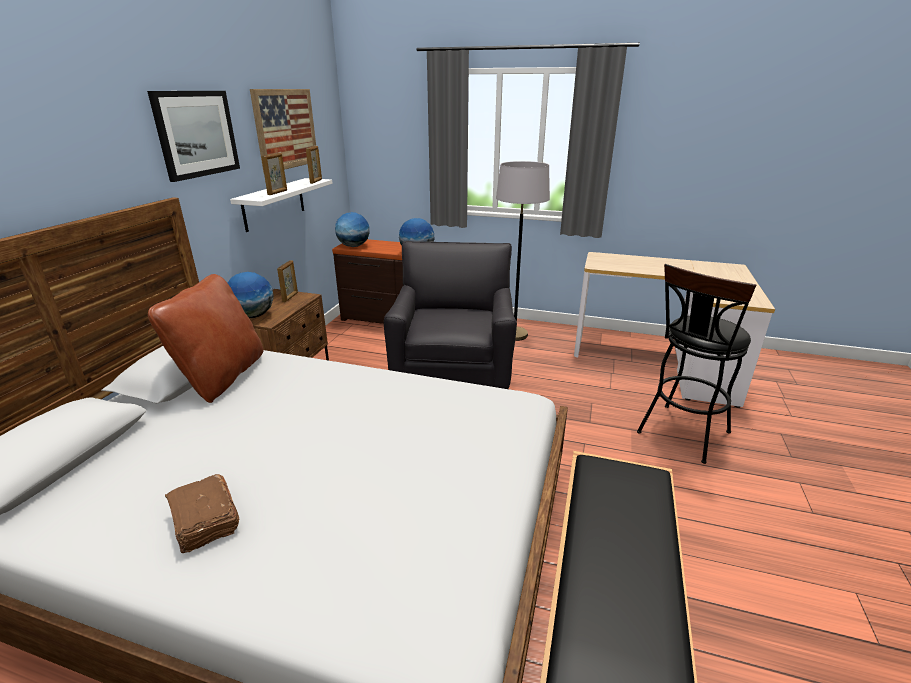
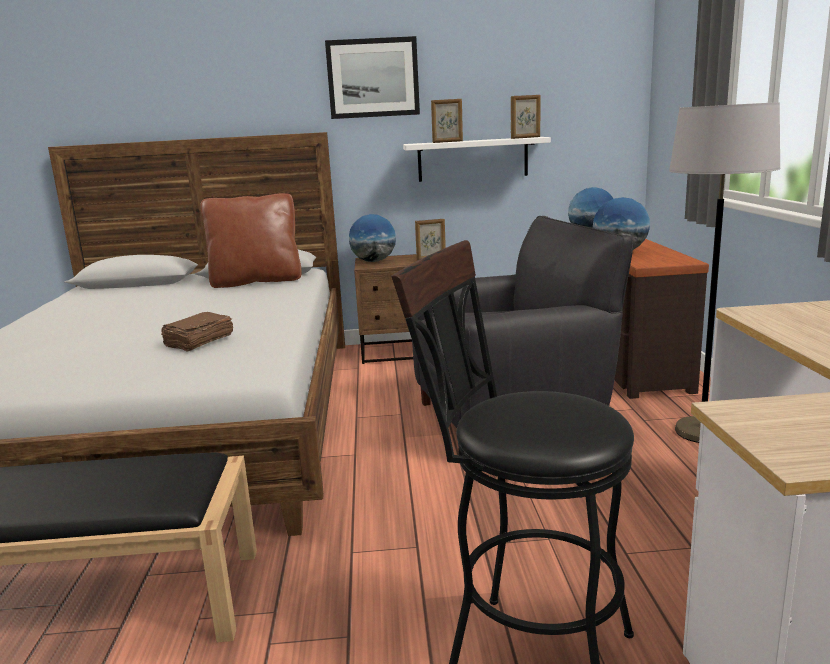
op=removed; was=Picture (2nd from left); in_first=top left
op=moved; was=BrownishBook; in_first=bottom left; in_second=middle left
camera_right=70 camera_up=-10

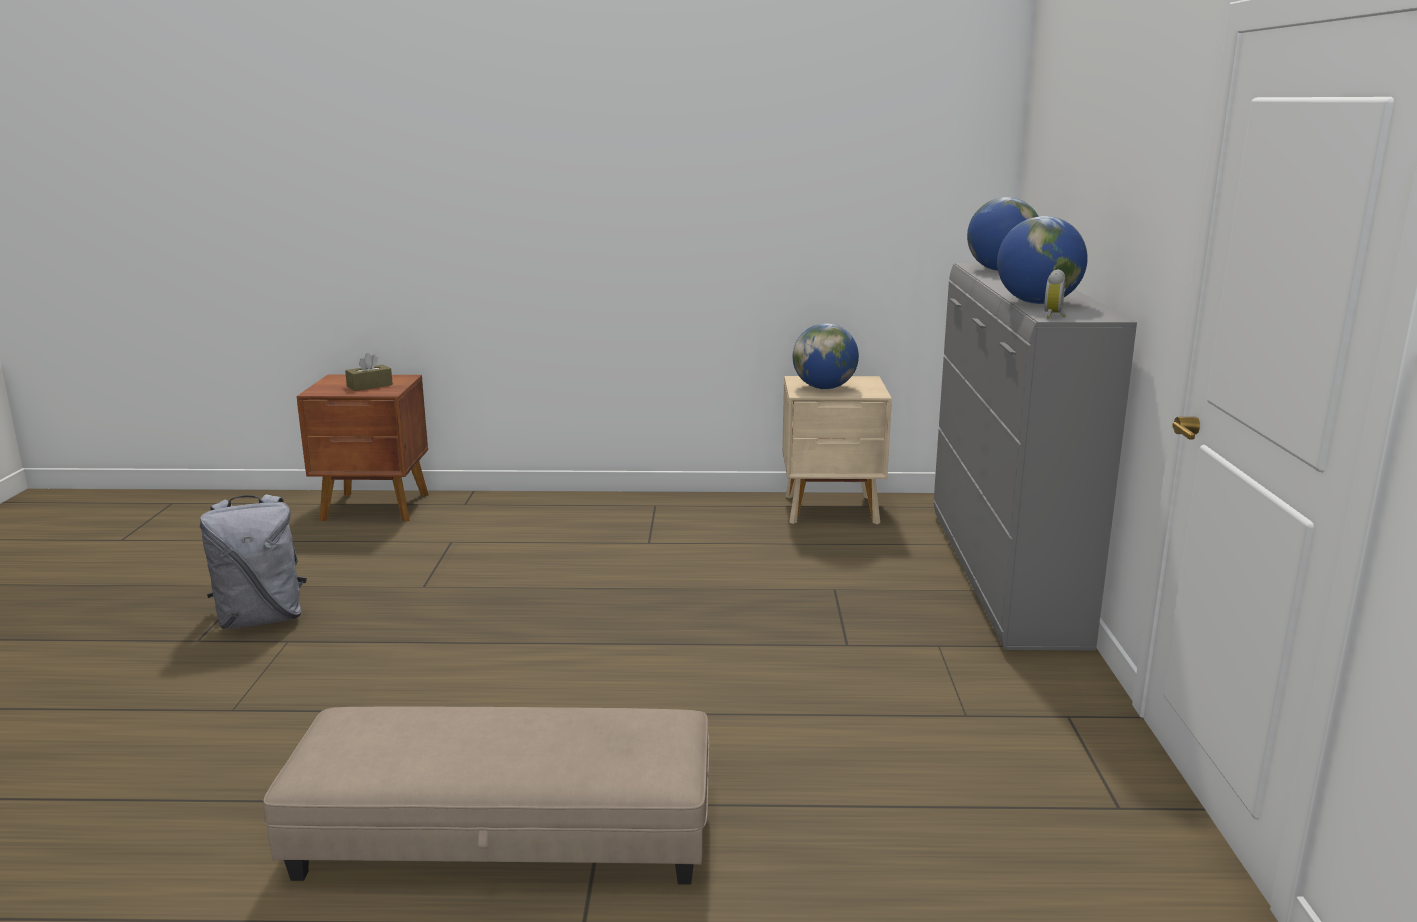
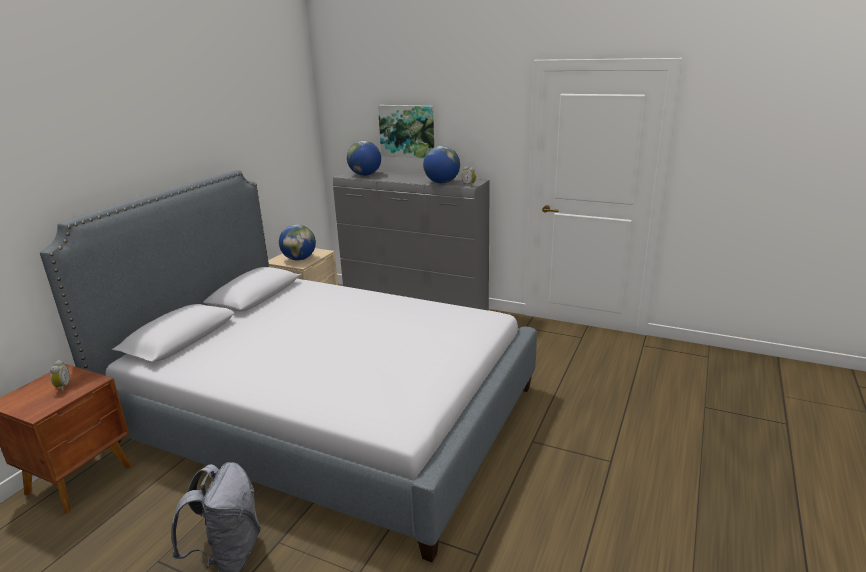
op=replaced; was=BrownishTissueBox; now=AlarmClock (1st from left); in_first=middle left; in_second=middle left
op=removed; was=BeigeColouredOttoman; in_first=bottom centre
op=added; now=Picture; in_second=top centre
op=added; now=Bed; in_second=middle left
camera_right=-65 camera_up=5

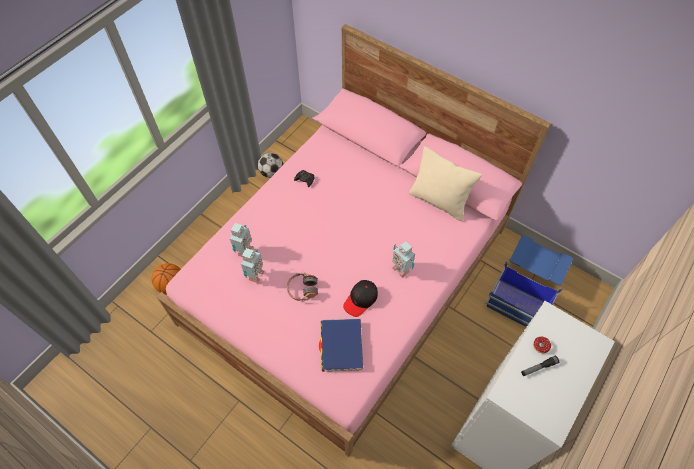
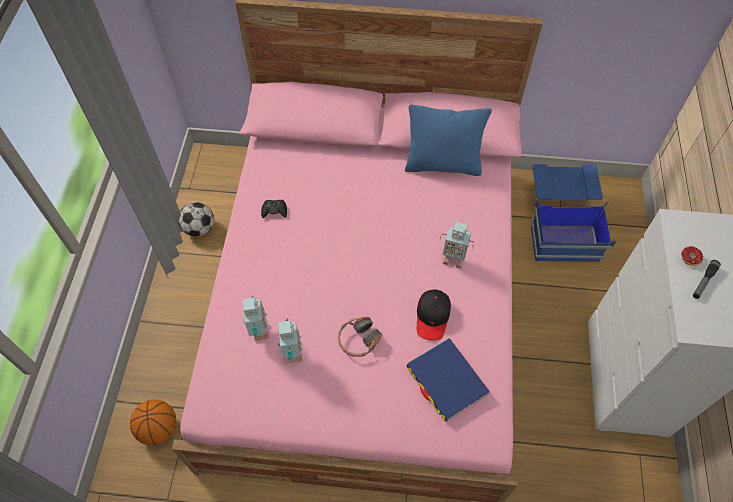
op=recoloured; was=BeigeColouredThrowPillow; now=BlueThrowPillow; in_first=centre; in_second=top centre
camera_right=-30 camera_up=0

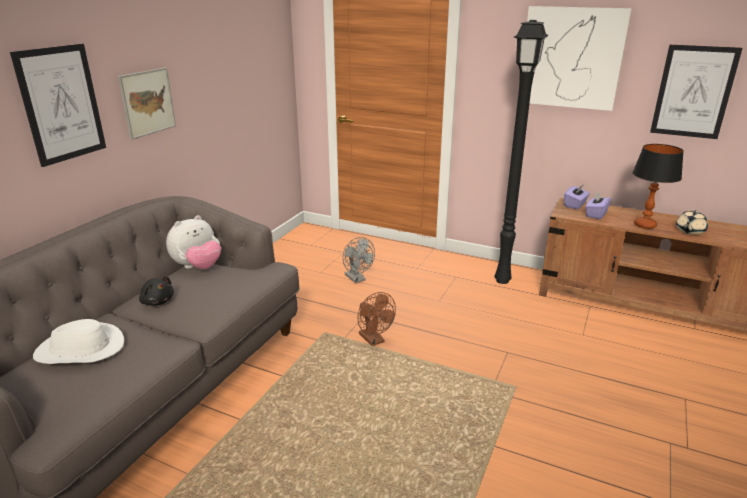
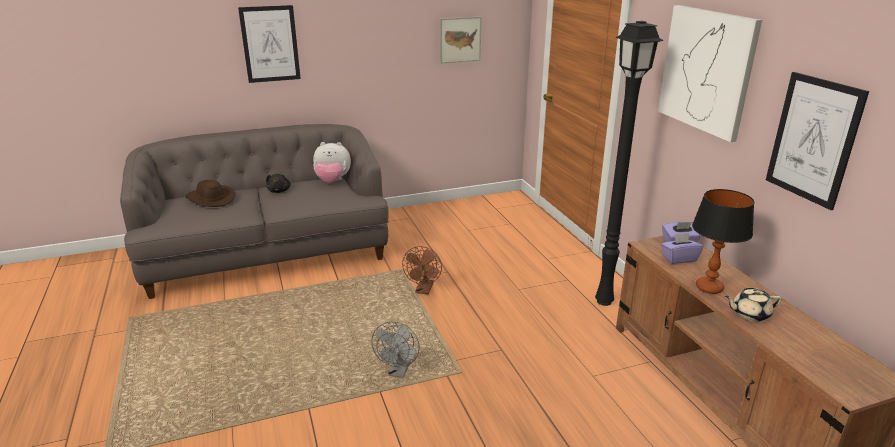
op=moved; was=Picture (2nd from left); in_first=top left; in_second=top centre
op=moved; was=GreyishFan; in_first=centre; in_second=bottom centre
op=recoloured; was=WhitishWearableHat; now=BrownishWearableHat; in_first=bottom left; in_second=middle left
camera_right=45 camera_up=0

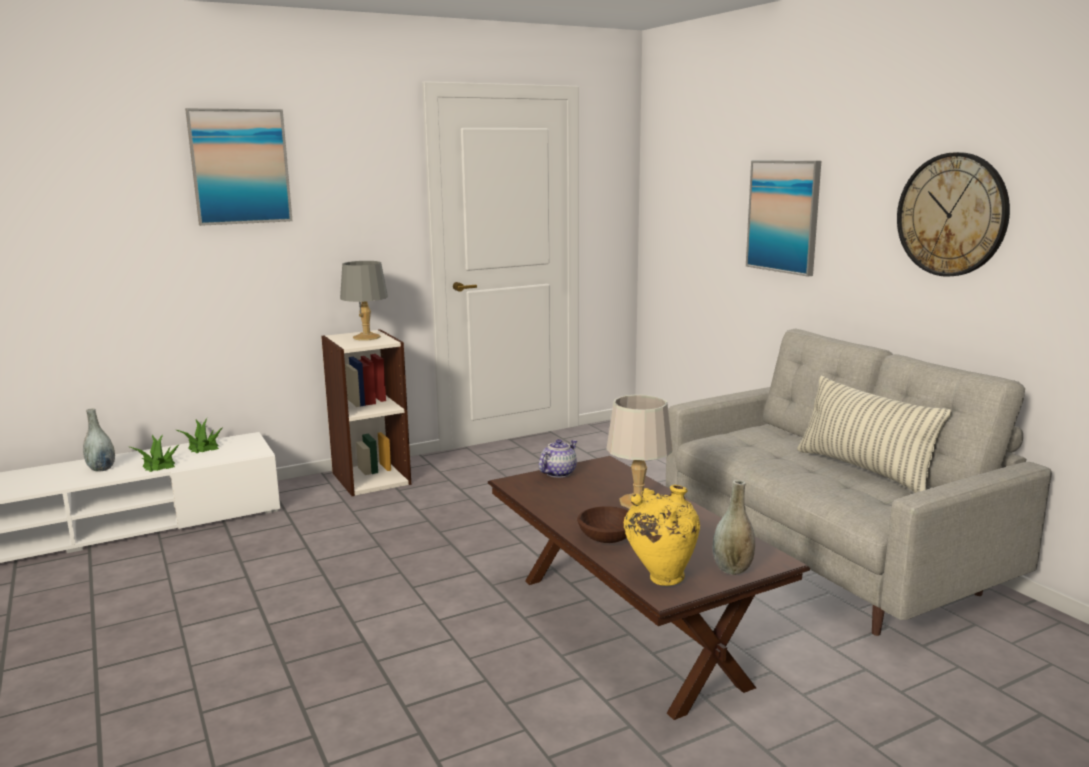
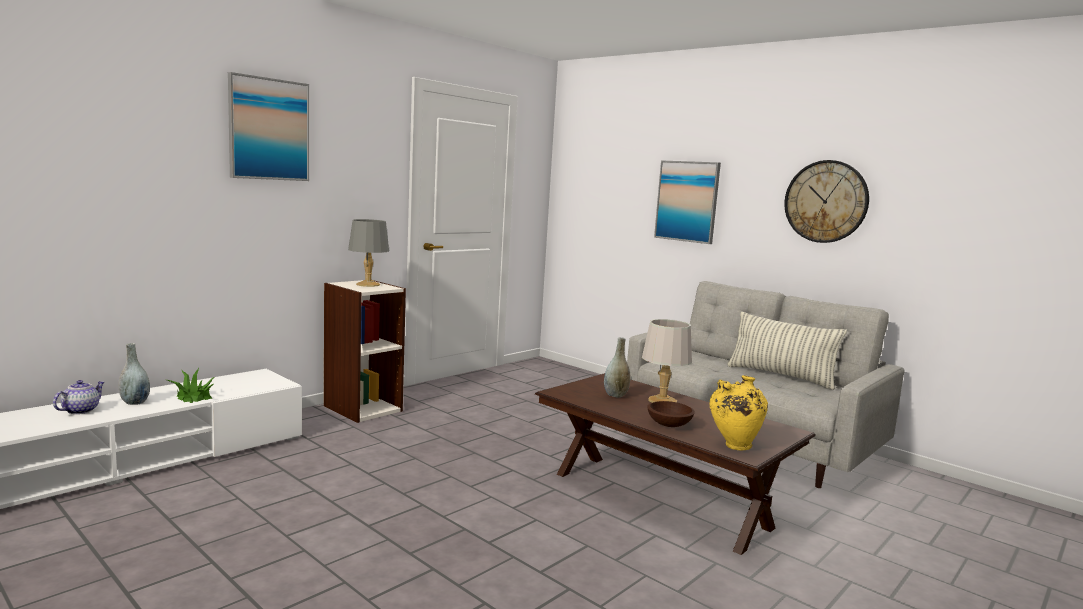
op=removed; was=PlantInAPot (2nd from left); in_first=middle left
op=moved; was=Teapot; in_first=centre; in_second=middle left
op=moved; was=GreyishDecorativeVase (2nd from left); in_first=bottom right; in_second=centre
camera_right=-20 camera_up=-5

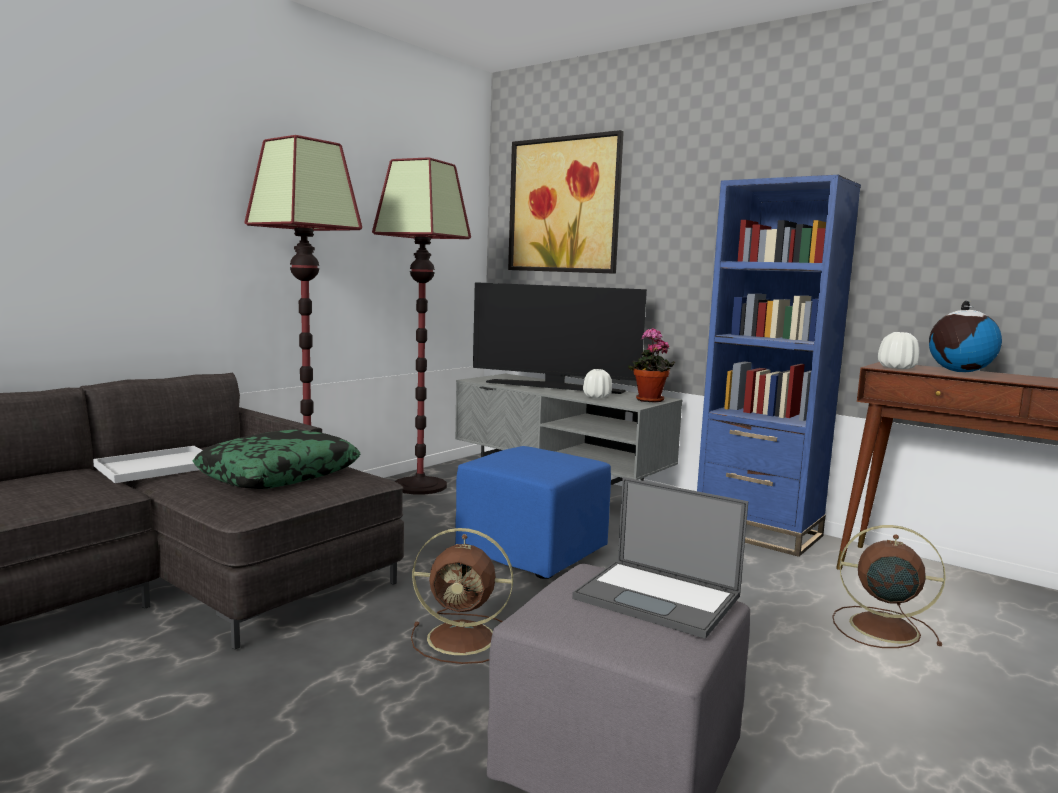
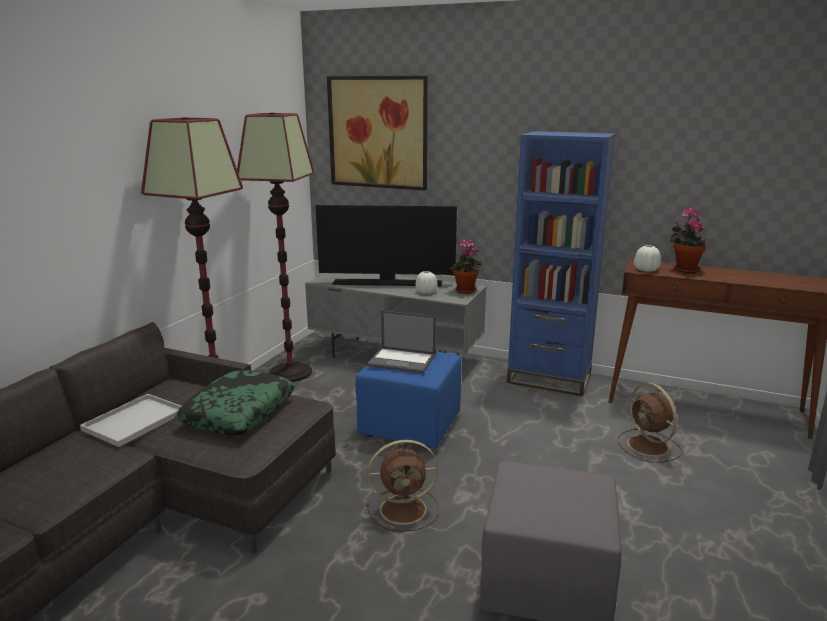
op=replaced; was=WorldGlobe; now=PlantInAPot (2nd from left); in_first=middle right; in_second=middle right
op=moved; was=PortableComputer; in_first=bottom centre; in_second=centre
op=turned; was=BrownishFan (2nd from left); in_first=bottom right; in_second=bottom right; clockwise=-120
camera_right=-15 camera_up=10

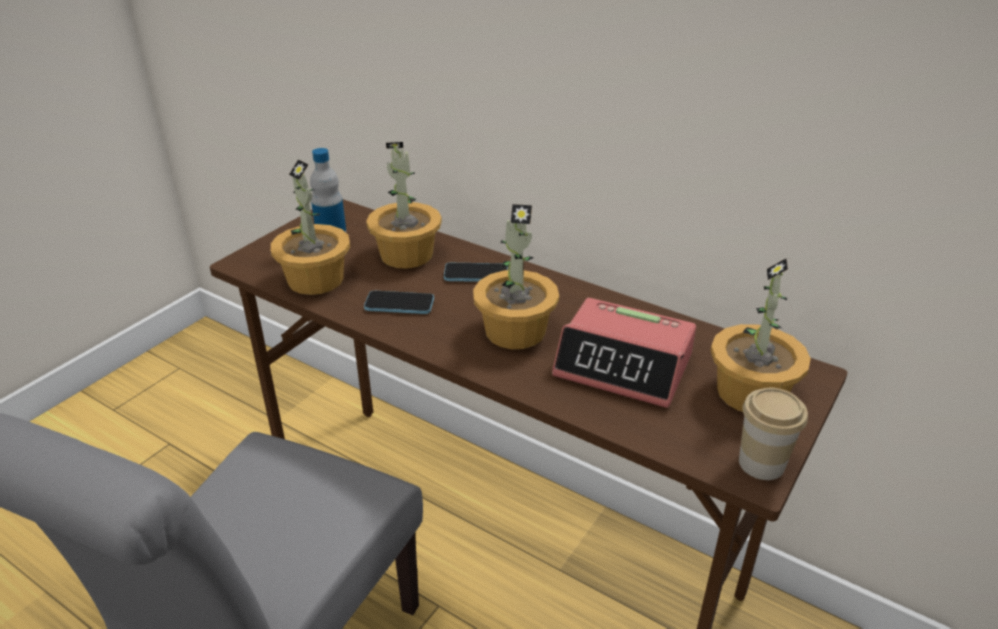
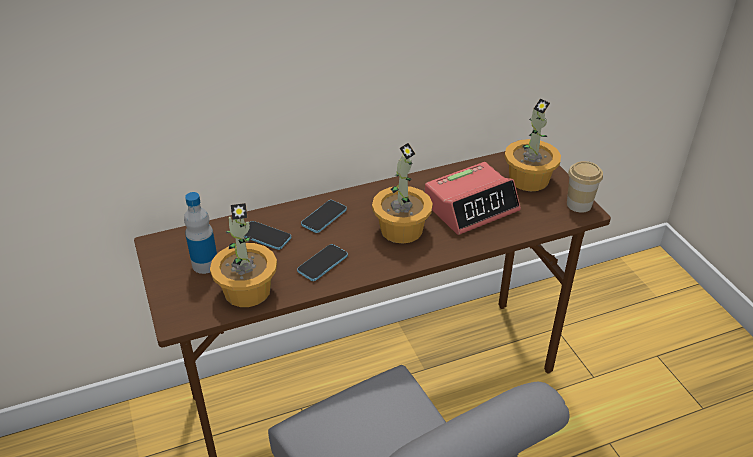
op=replaced; was=PlantInAPot (2nd from left); now=Phone (1st from left); in_first=top centre; in_second=centre
camera_right=-55 camera_up=5

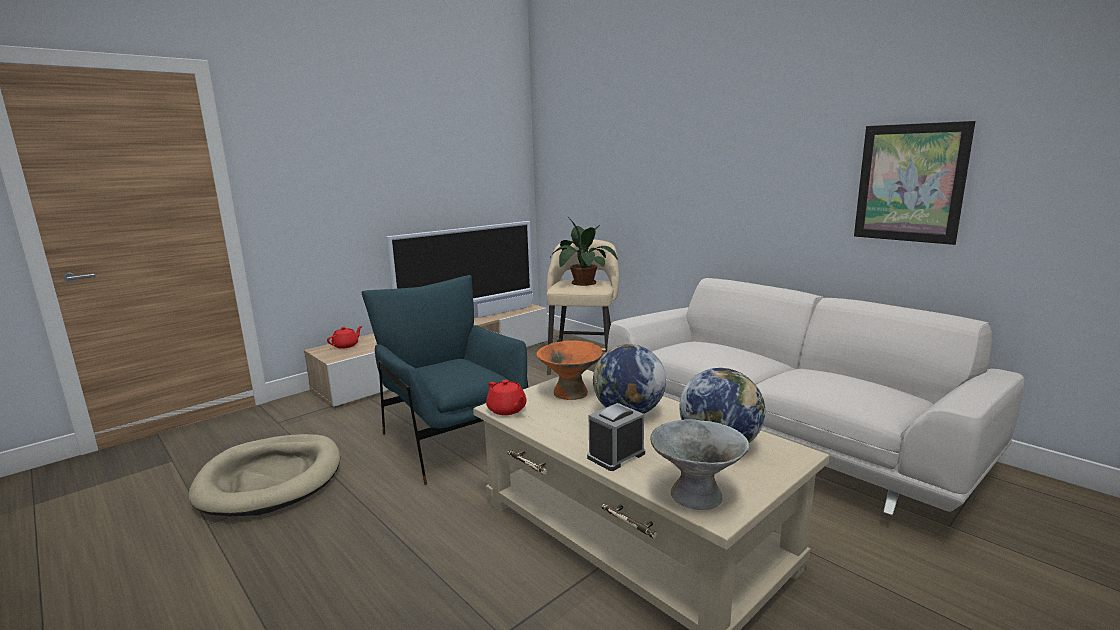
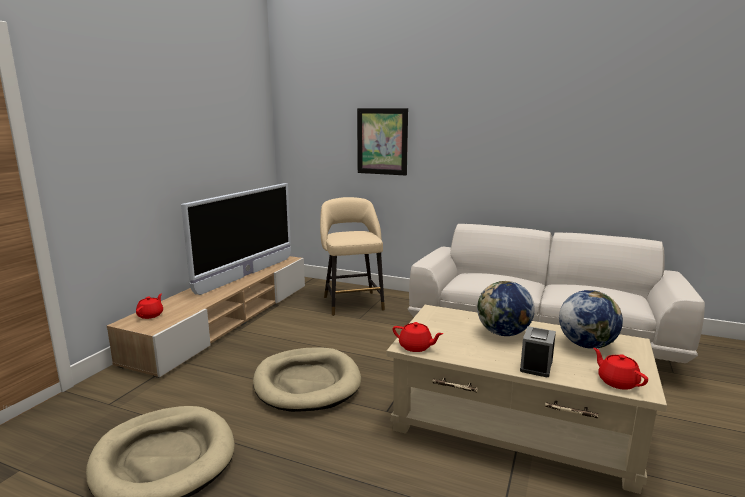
op=moved; was=Picture; in_first=top right; in_second=top centre
op=removed; was=PlantInAPot; in_first=centre
op=replaced; was=BlueLoungeChair; now=BeigeColouredDogBed (2nd from left); in_first=centre; in_second=bottom centre
op=removed; was=OrangeColouredBowl; in_first=centre
op=replaced; was=GreyishBowl; now=RedTeapot (3rd from left); in_first=bottom centre; in_second=bottom right
camera_right=-25 camera_up=0

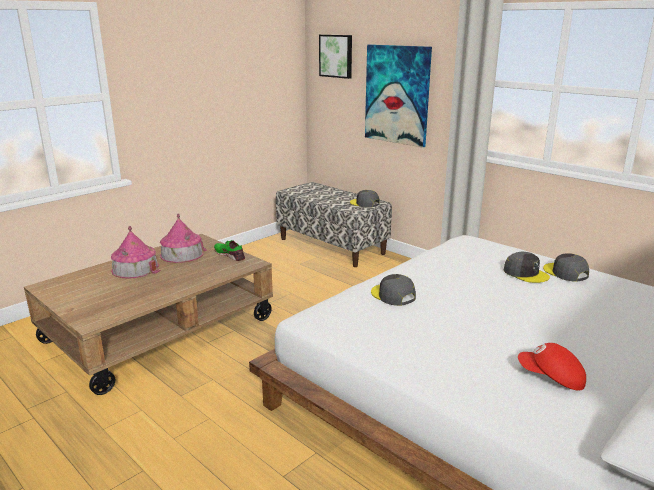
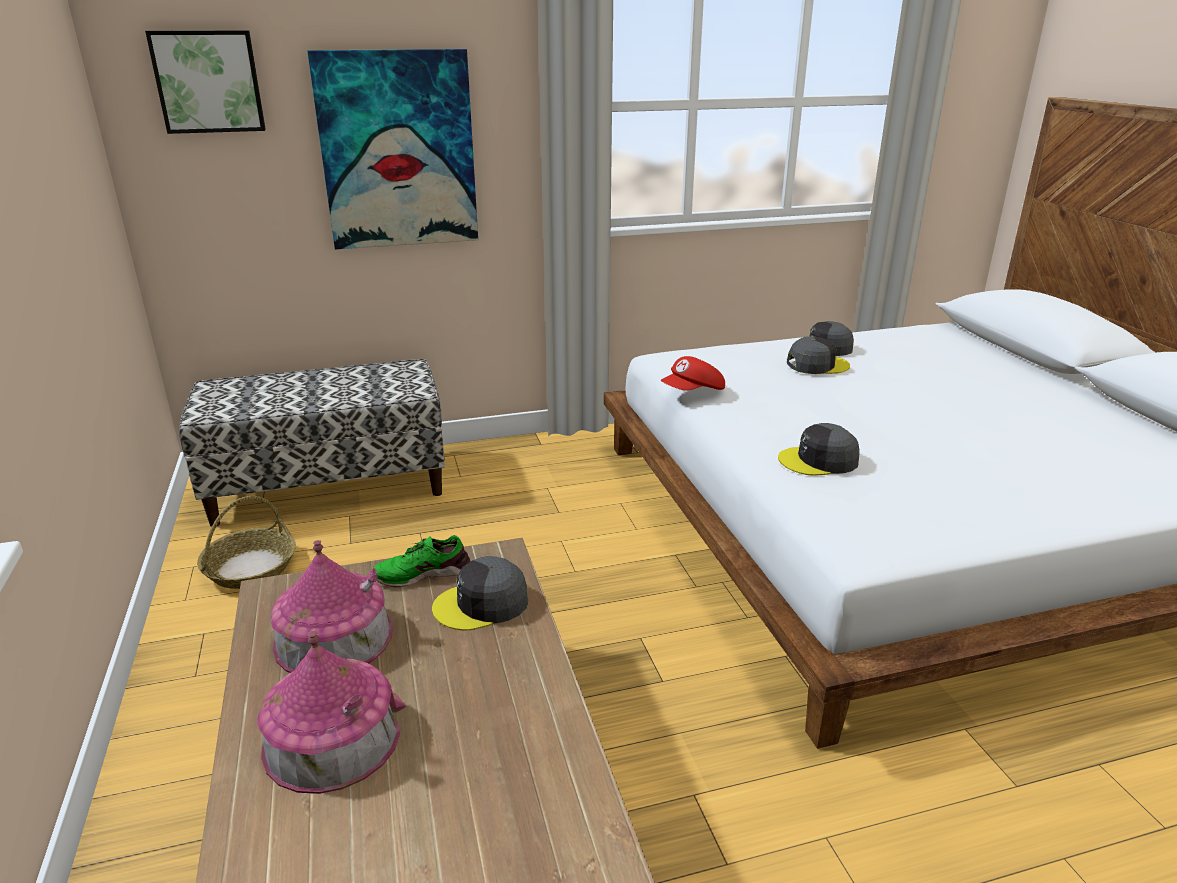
op=moved; was=GreyishCap (1st from left); in_first=centre; in_second=bottom centre
op=moved; was=RedCap; in_first=bottom right; in_second=centre
op=added; now=StorageBasket; in_second=middle left
camera_right=-60 camera_up=5

